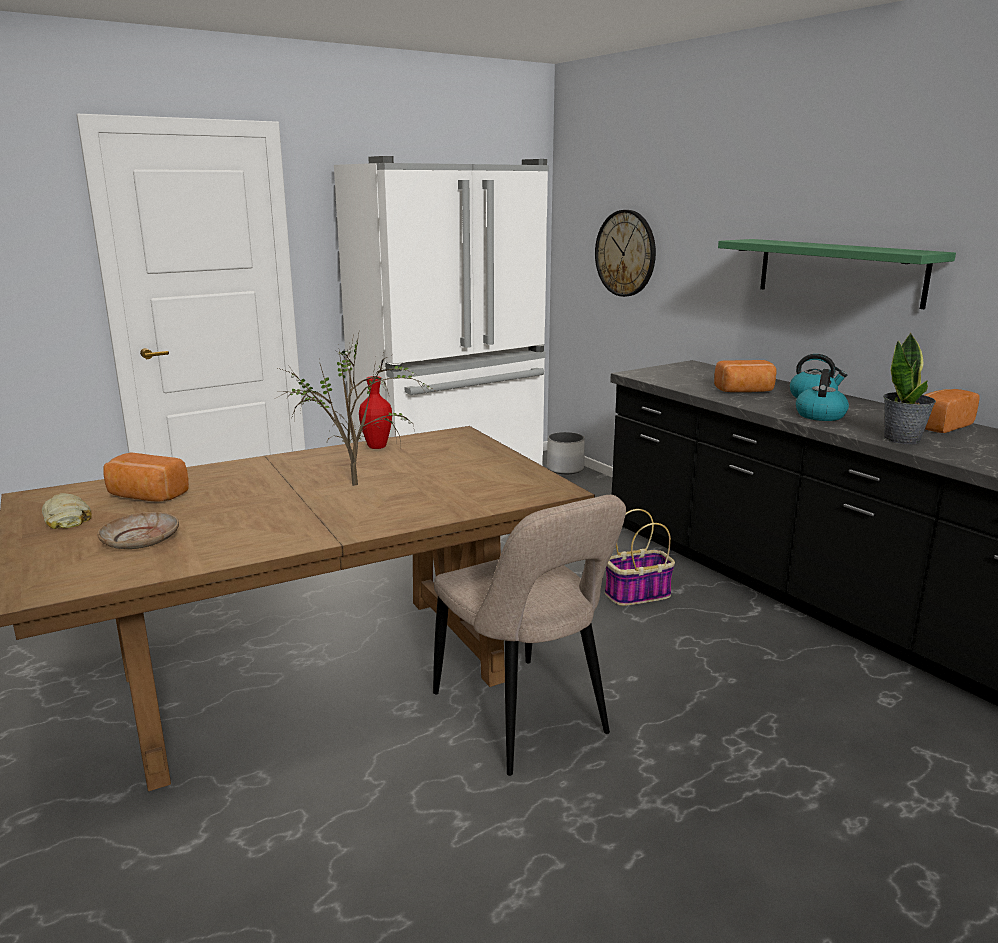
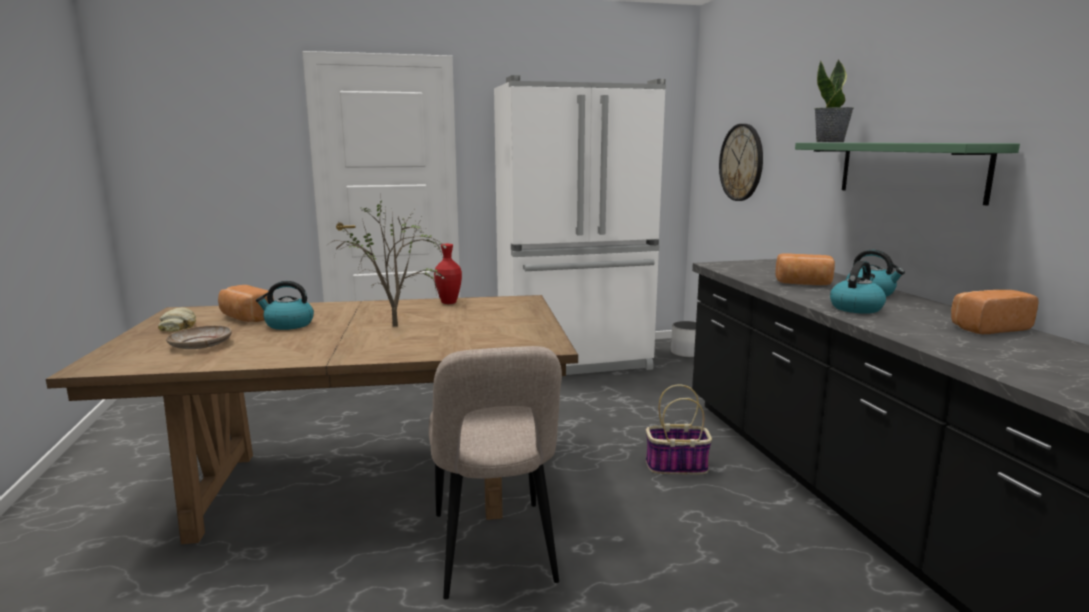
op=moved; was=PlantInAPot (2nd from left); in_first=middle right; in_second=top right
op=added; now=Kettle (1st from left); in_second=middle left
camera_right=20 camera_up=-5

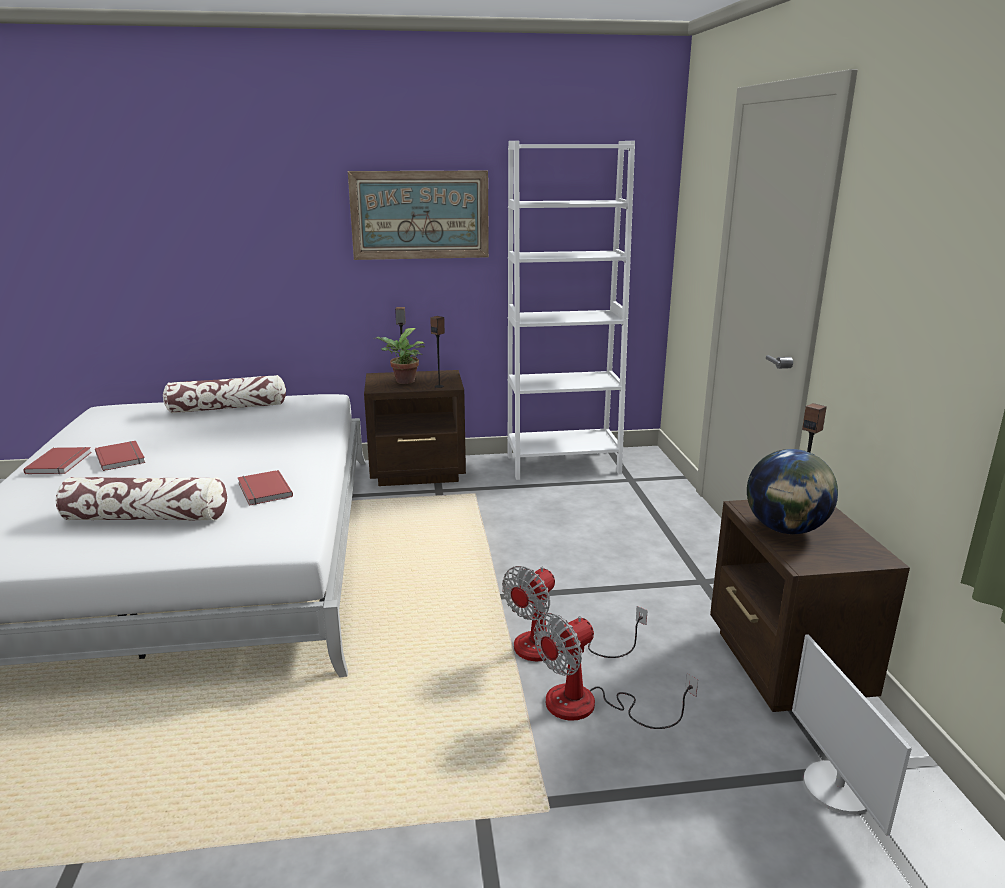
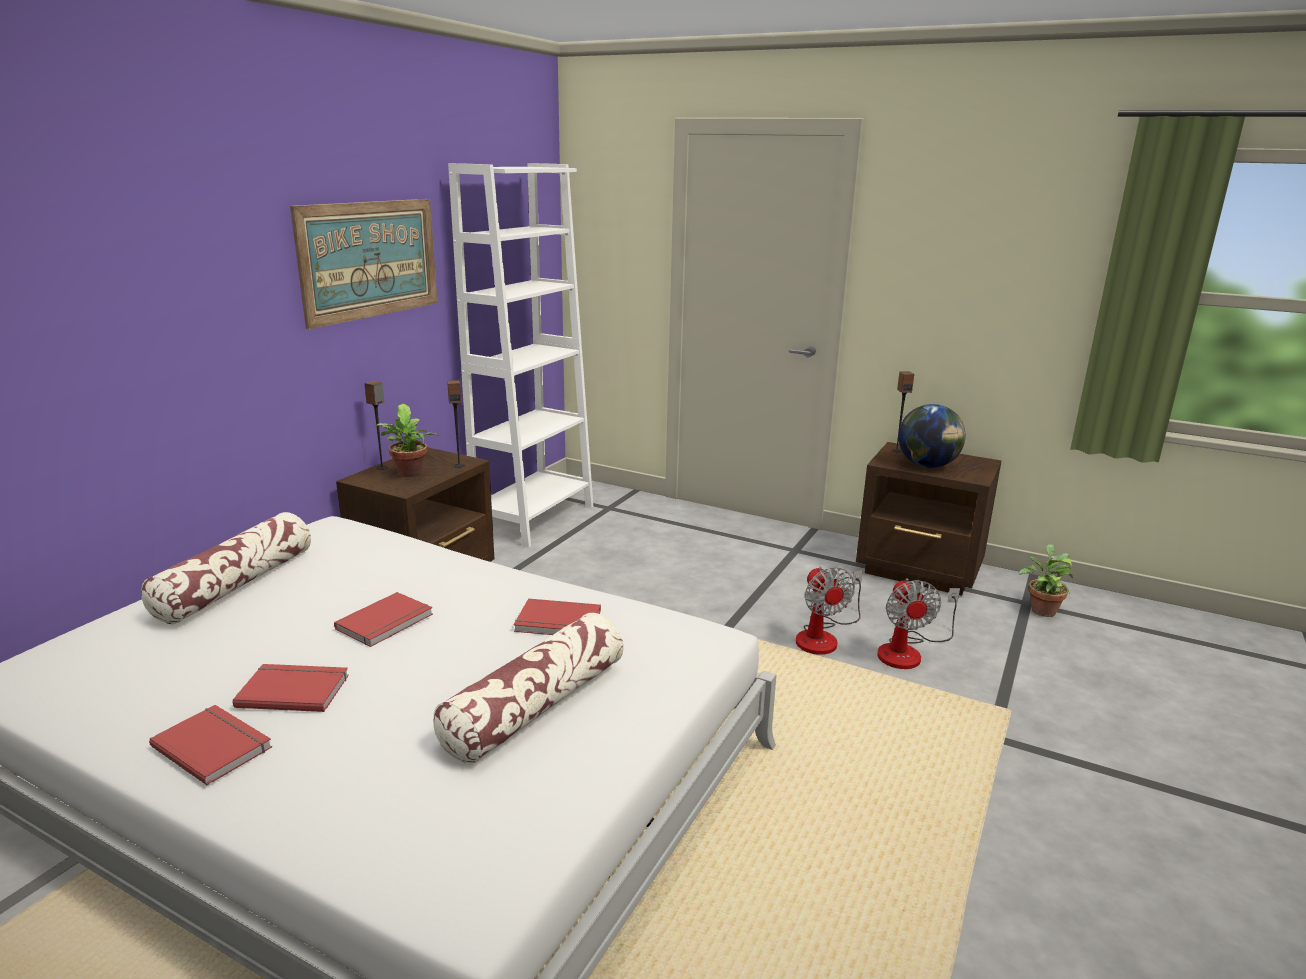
op=replaced; was=ComputerDisplay; now=PlantInAPot (2nd from left); in_first=bottom right; in_second=middle right
op=added; now=RedBook (3rd from left); in_second=middle left
camera_right=-55 camera_up=0

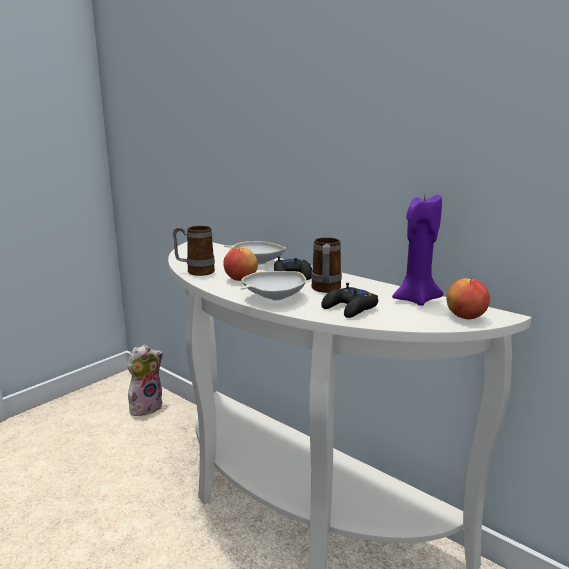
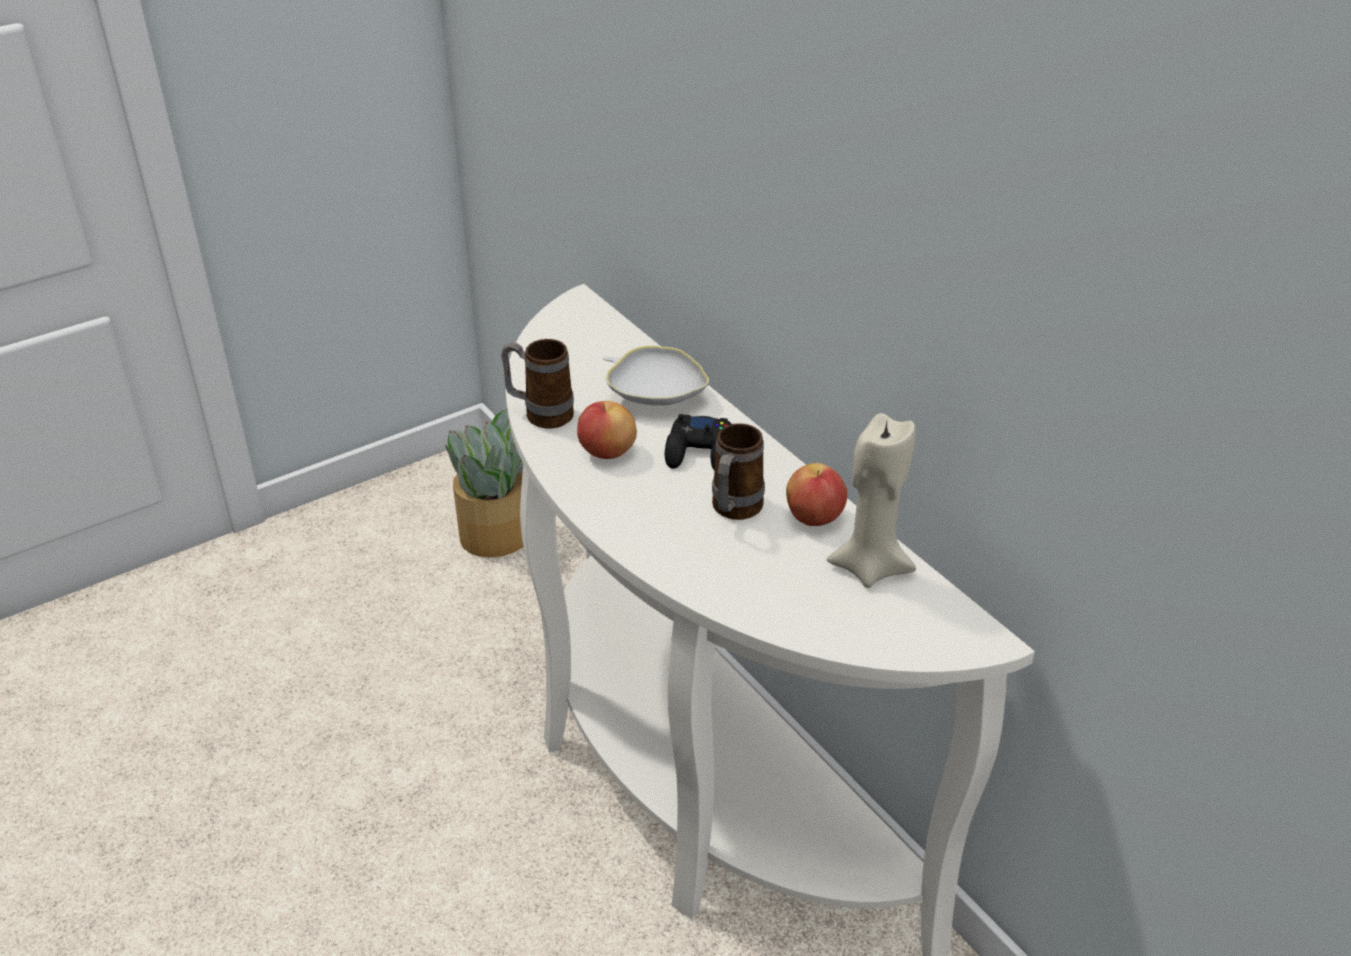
op=recoloured; was=PurpleCandle; now=BeigeColouredCandle; in_first=middle right; in_second=centre
op=removed; was=WhitishBowl (2nd from left); in_first=centre
op=moved; was=WholeApple (2nd from left); in_first=middle right; in_second=centre
op=removed; was=BlackishGamepad (2nd from left); in_first=centre
op=replaced; was=CuddlyToy; now=PlantInAPot; in_first=bottom left; in_second=centre
camera_right=15 camera_up=20

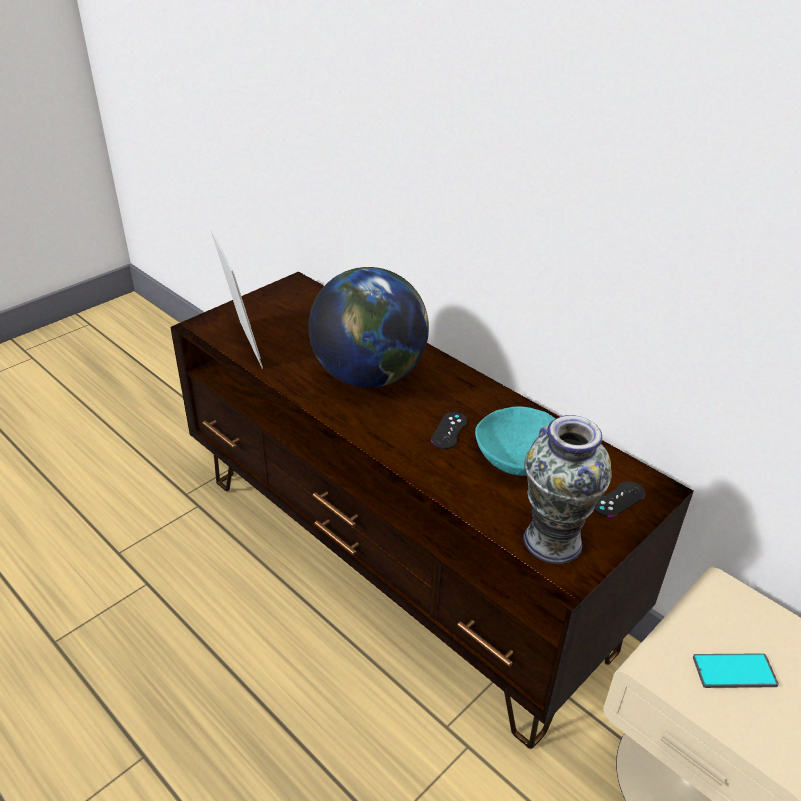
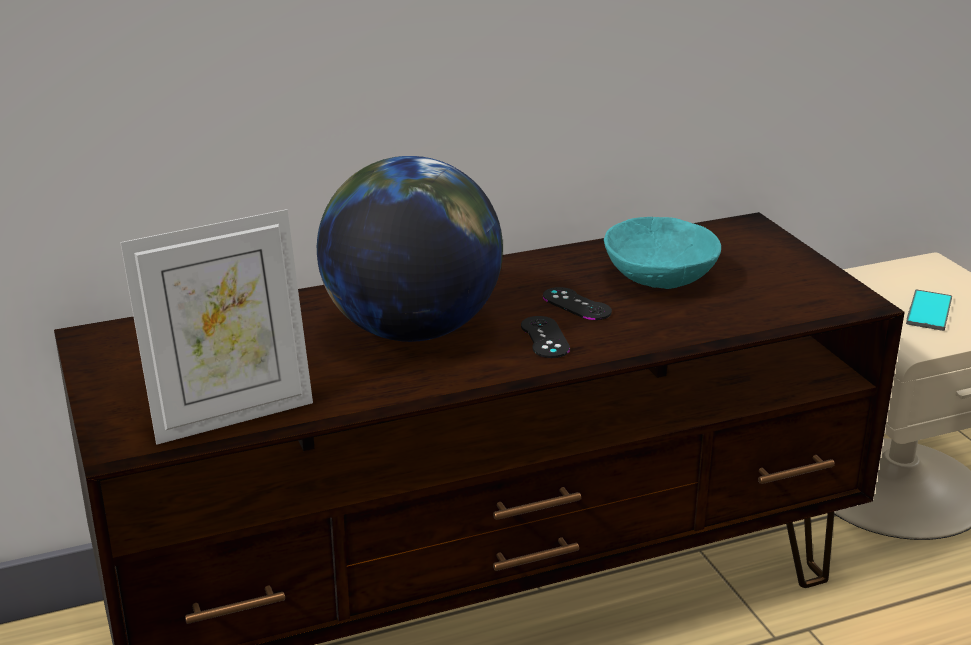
op=turned; was=StandingFrame; in_first=middle left; in_second=middle left; clockwise=150
op=removed; was=DecorativeVase; in_first=middle right
op=moved; was=BlackishGamepad (2nd from left in the first image); now=BlackishGamepad (1st from left); in_first=middle right; in_second=centre
camera_right=-65 camera_up=-10

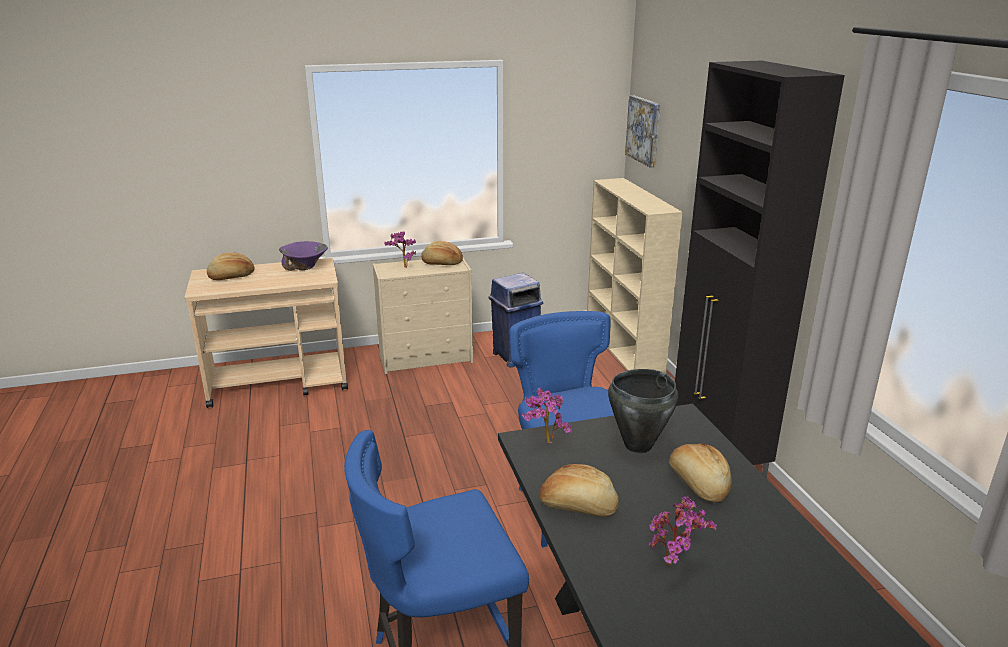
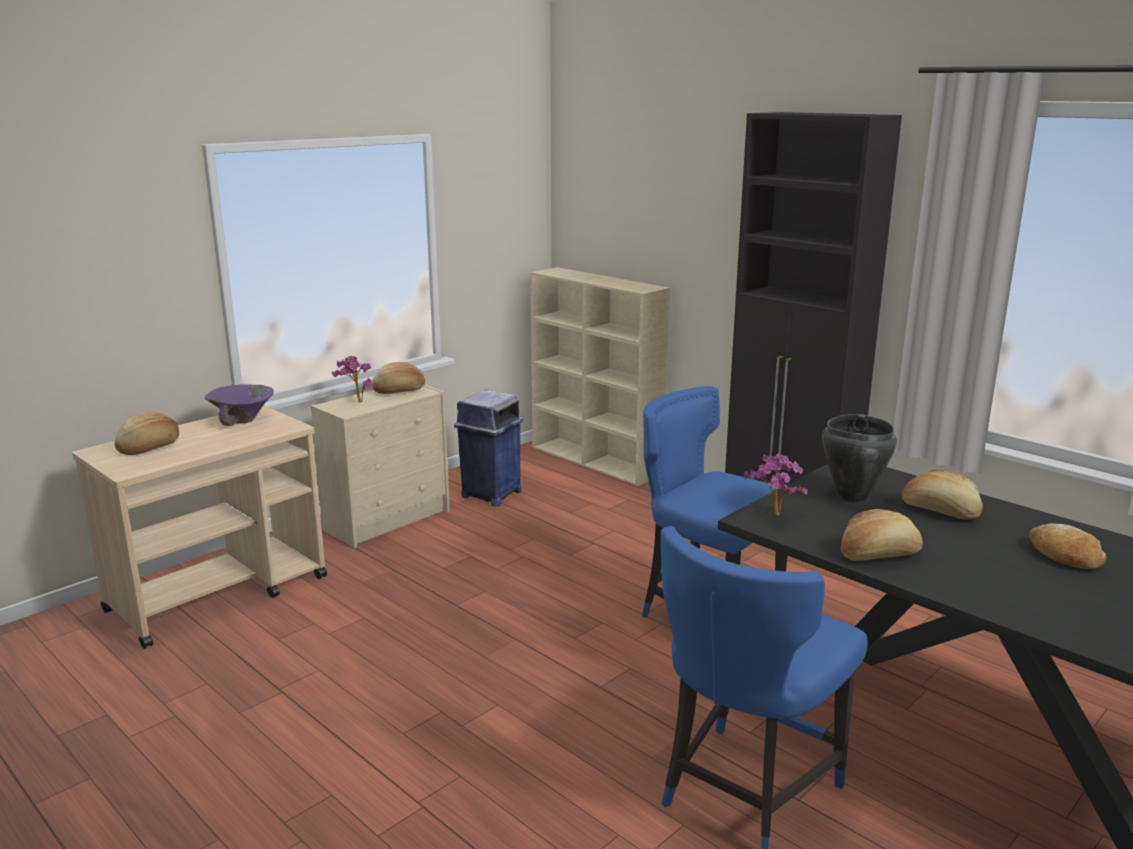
op=removed; was=Picture; in_first=top centre
op=removed; was=PlantInAPot (3rd from left); in_first=bottom right
op=added; now=Bread (5th from left); in_second=middle right
camera_right=-30 camera_up=-5

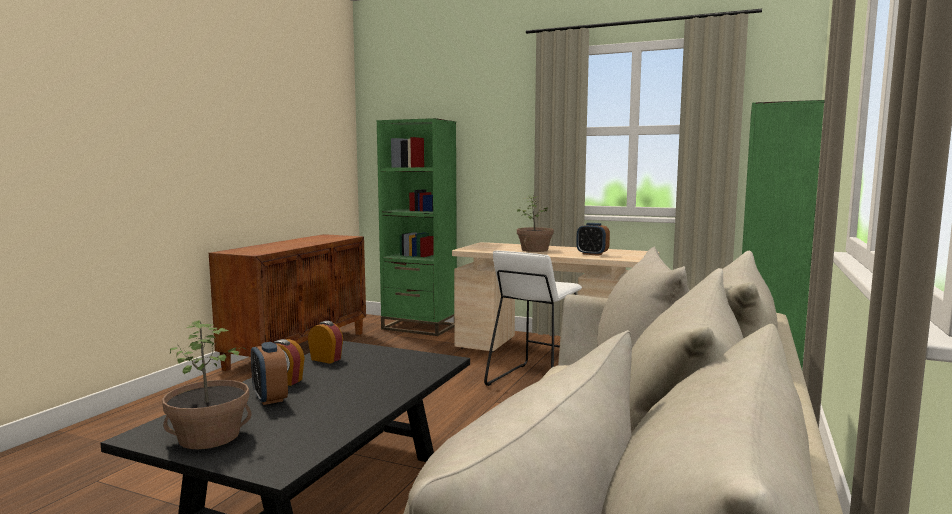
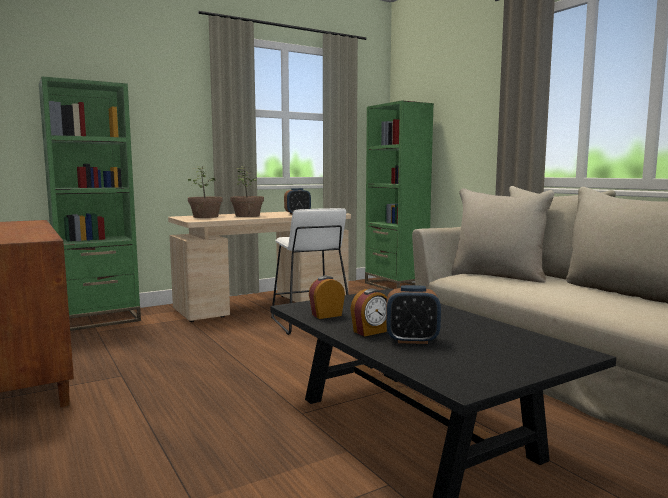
op=moved; was=PlantInAPot (1st from left); in_first=bottom left; in_second=middle left
camera_right=-55 camera_up=0

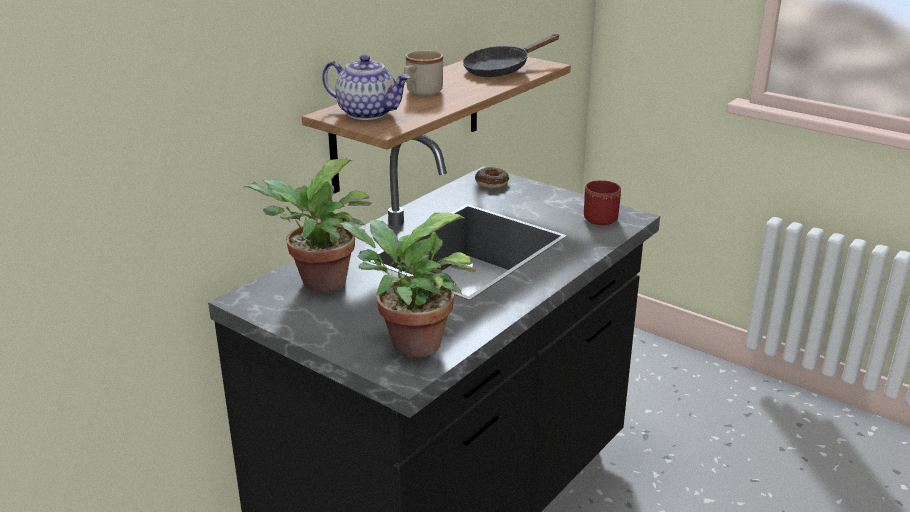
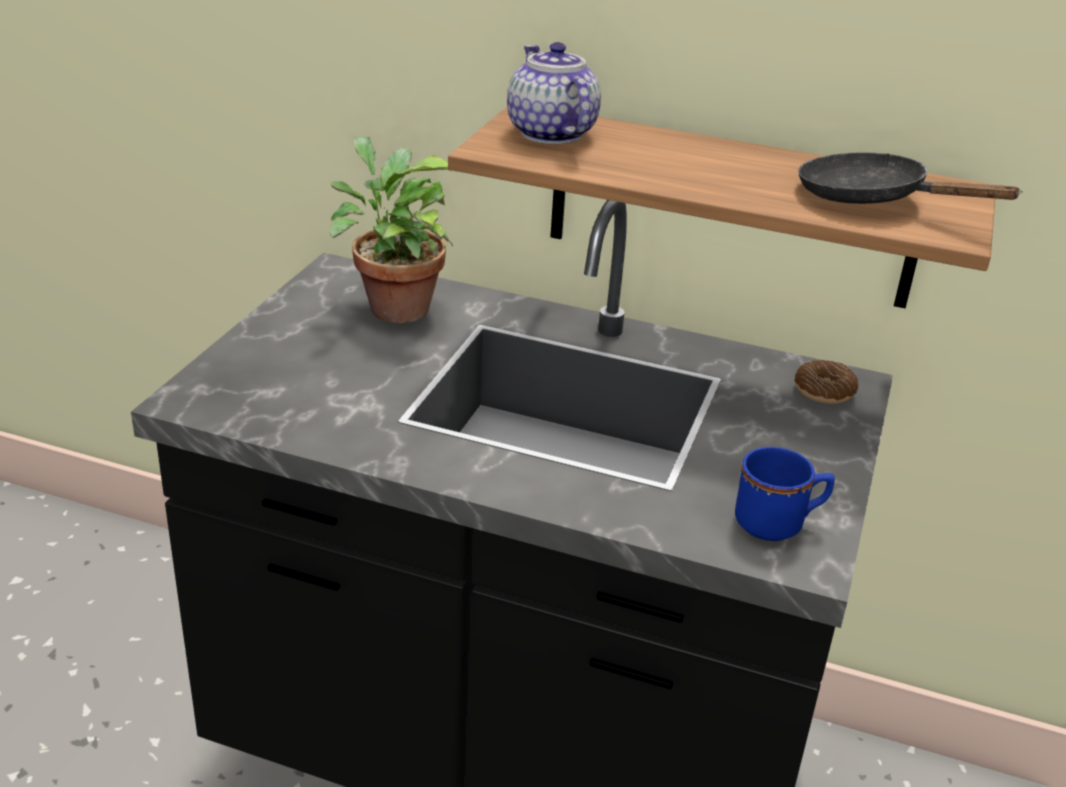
op=removed; was=BeigeColouredTeaMug; in_first=top centre
op=turned; was=Teapot; in_first=top centre; in_second=top centre; clockwise=150
op=recoloured; was=RedTeaMug; now=BlueTeaMug; in_first=centre; in_second=middle right
op=removed; was=PlantInAPot (2nd from left); in_first=centre
camera_right=70 camera_up=5

